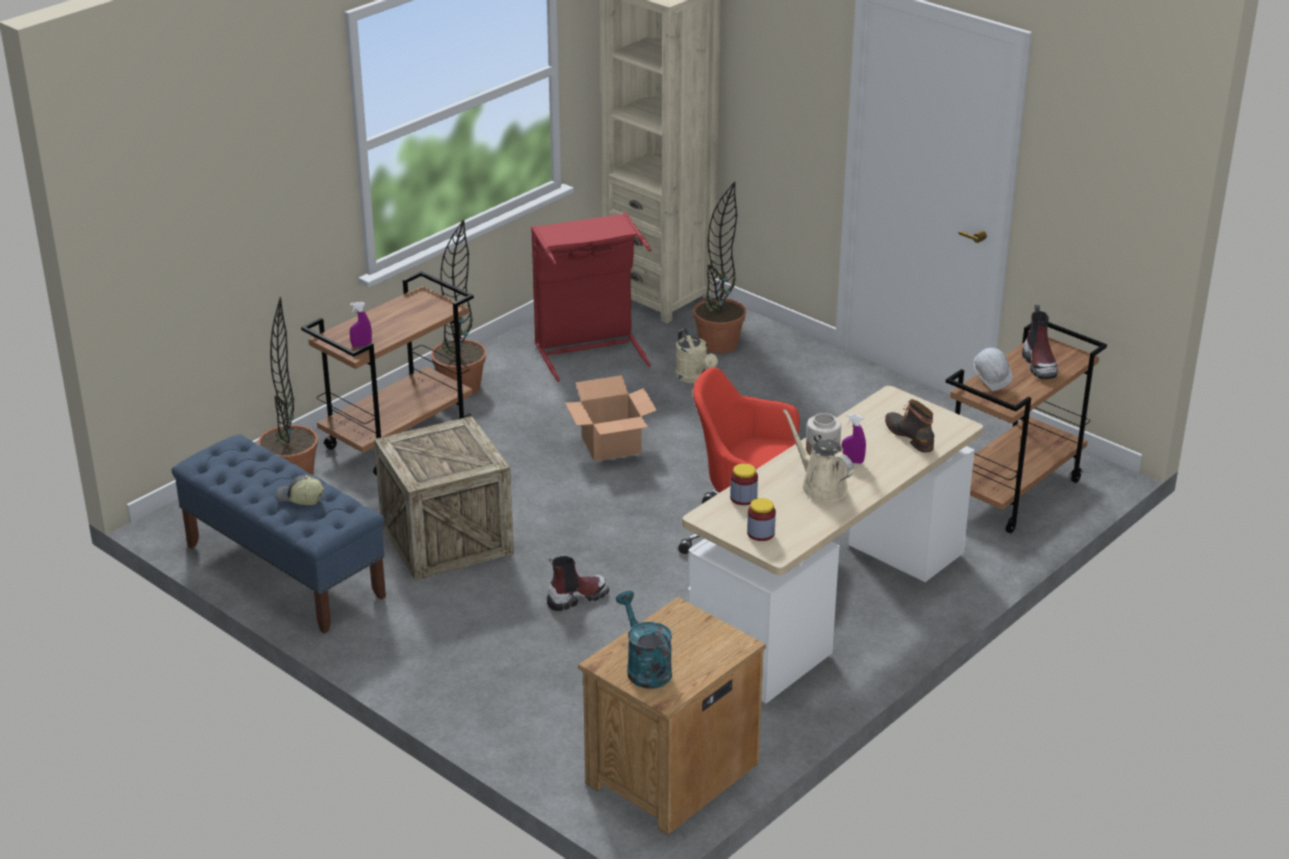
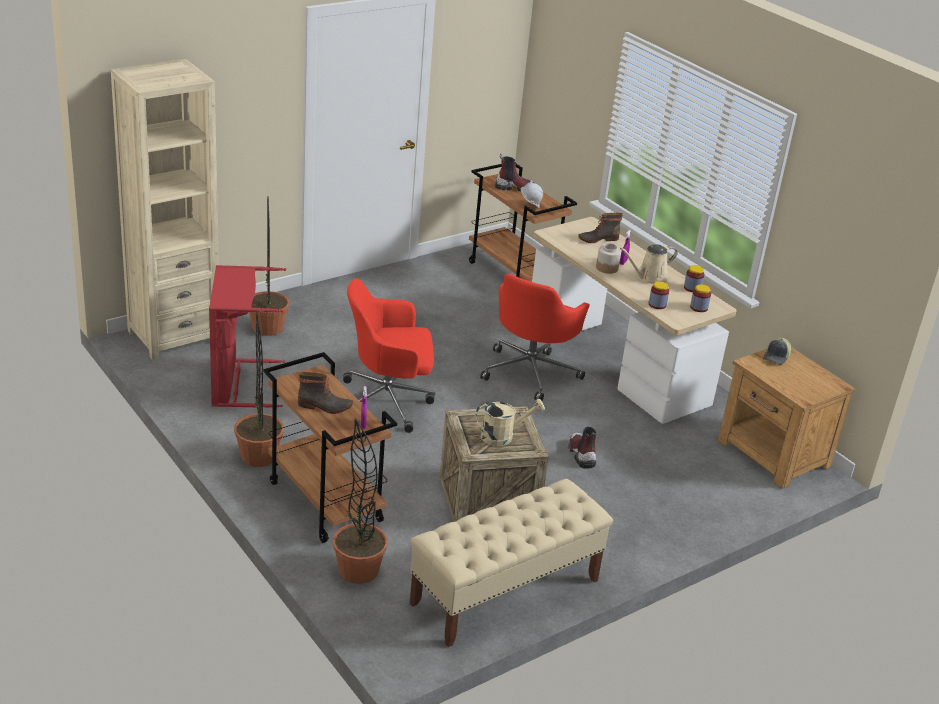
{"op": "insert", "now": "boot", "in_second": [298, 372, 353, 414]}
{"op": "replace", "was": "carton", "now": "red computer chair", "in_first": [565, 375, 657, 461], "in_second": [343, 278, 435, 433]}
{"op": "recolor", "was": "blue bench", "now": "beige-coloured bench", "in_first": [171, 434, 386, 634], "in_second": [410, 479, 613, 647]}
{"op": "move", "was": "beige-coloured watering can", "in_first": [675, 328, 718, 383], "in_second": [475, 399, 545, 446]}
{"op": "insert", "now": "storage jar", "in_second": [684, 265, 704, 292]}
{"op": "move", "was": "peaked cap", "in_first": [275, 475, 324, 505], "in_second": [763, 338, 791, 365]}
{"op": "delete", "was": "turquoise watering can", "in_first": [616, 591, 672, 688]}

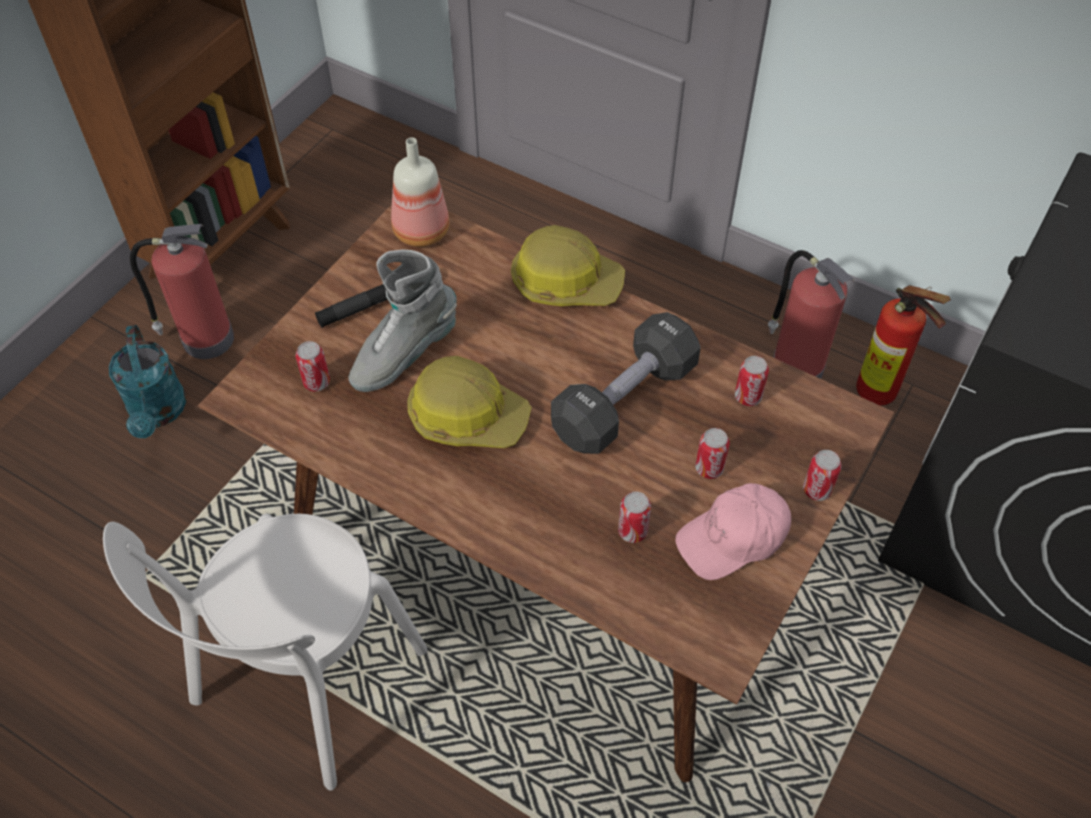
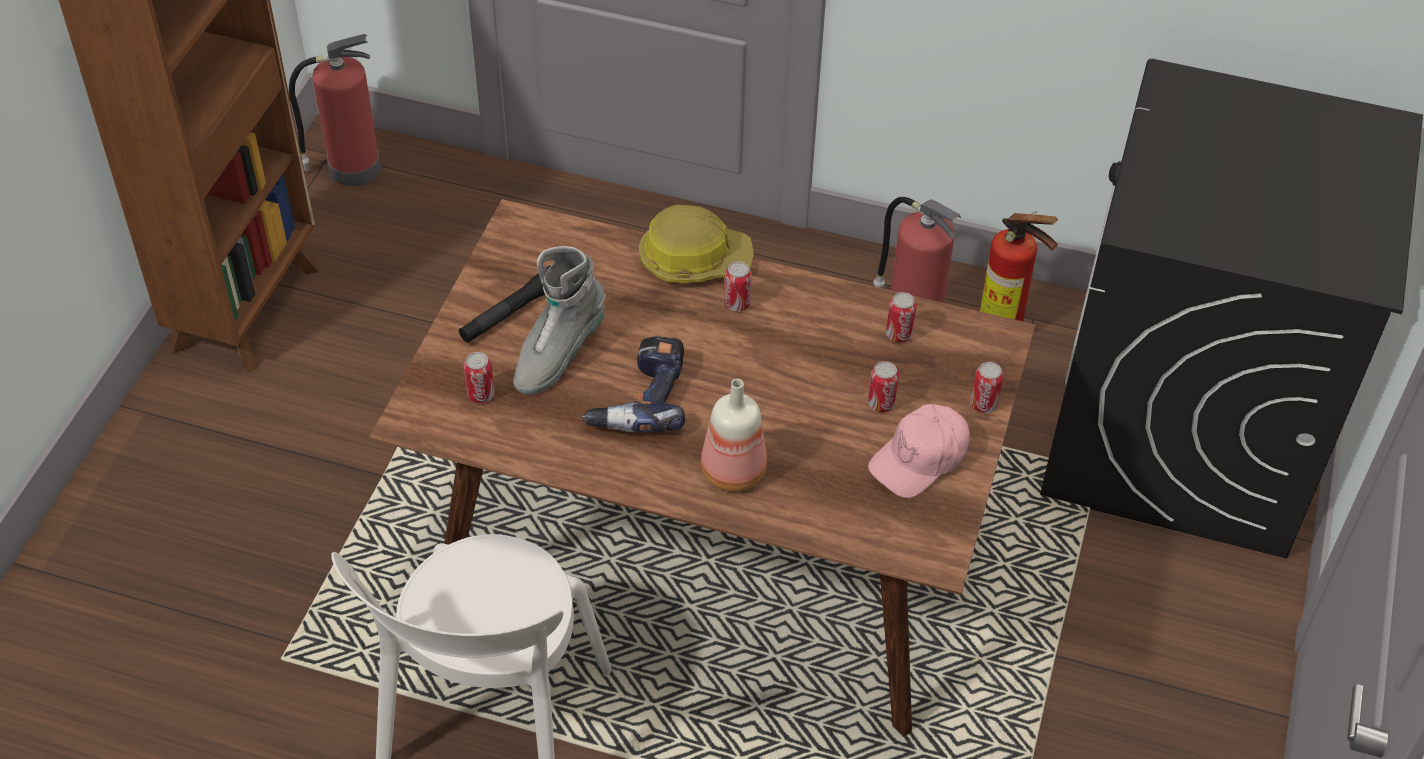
{"op": "move", "was": "fire extinguisher", "in_first": [130, 224, 234, 359], "in_second": [289, 34, 381, 186]}
{"op": "replace", "was": "safety helmet", "now": "electric drill", "in_first": [407, 356, 532, 448], "in_second": [582, 336, 685, 432]}
{"op": "move", "was": "bottle", "in_first": [391, 137, 449, 247], "in_second": [701, 379, 767, 491]}
{"op": "move", "was": "metal can", "in_first": [618, 492, 651, 543], "in_second": [724, 261, 752, 311]}
{"op": "delete", "was": "turquoise watering can", "in_first": [109, 325, 186, 438]}
{"op": "delete", "was": "black-coloured dumbbell", "in_first": [551, 312, 701, 454]}

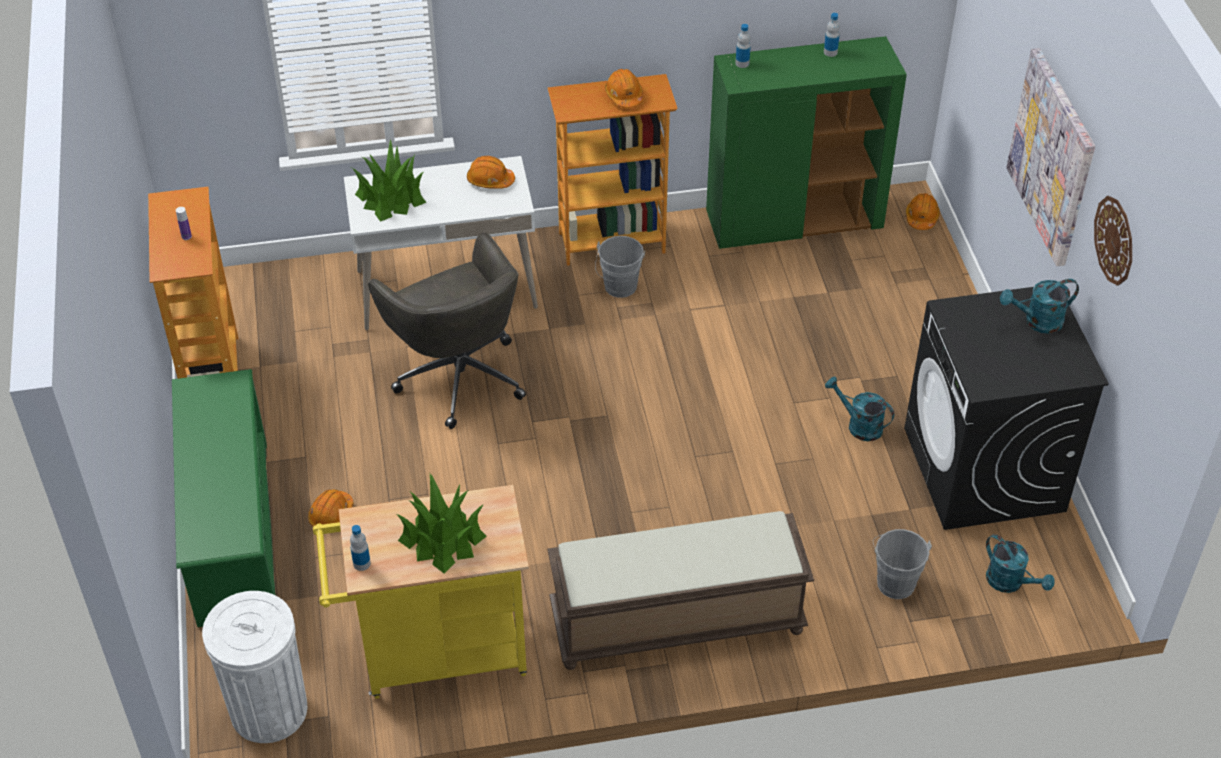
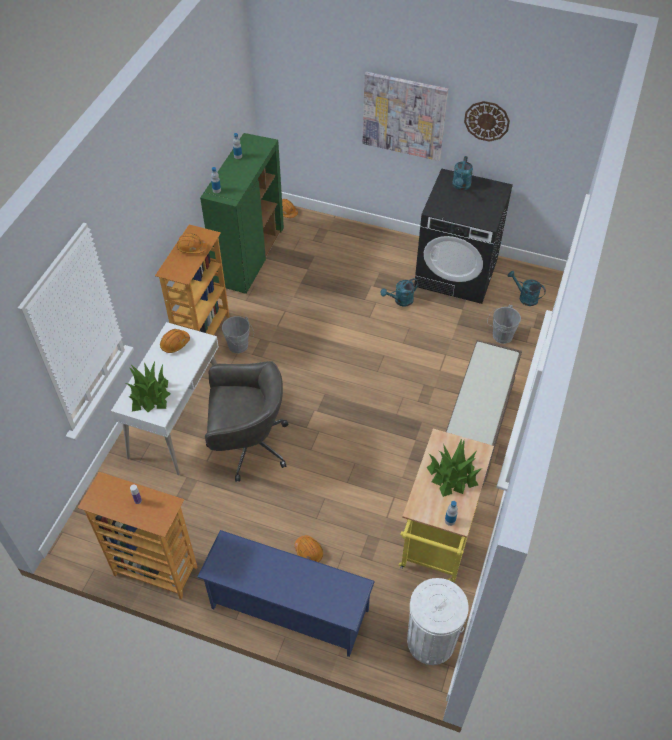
{"op": "recolor", "was": "greenish shoe stand", "now": "blue shoe stand", "in_first": [172, 369, 276, 627], "in_second": [197, 530, 375, 657]}
{"op": "rotate", "was": "turquoise watering can", "in_first": [986, 534, 1055, 593], "in_second": [508, 271, 546, 306], "clockwise": -135}

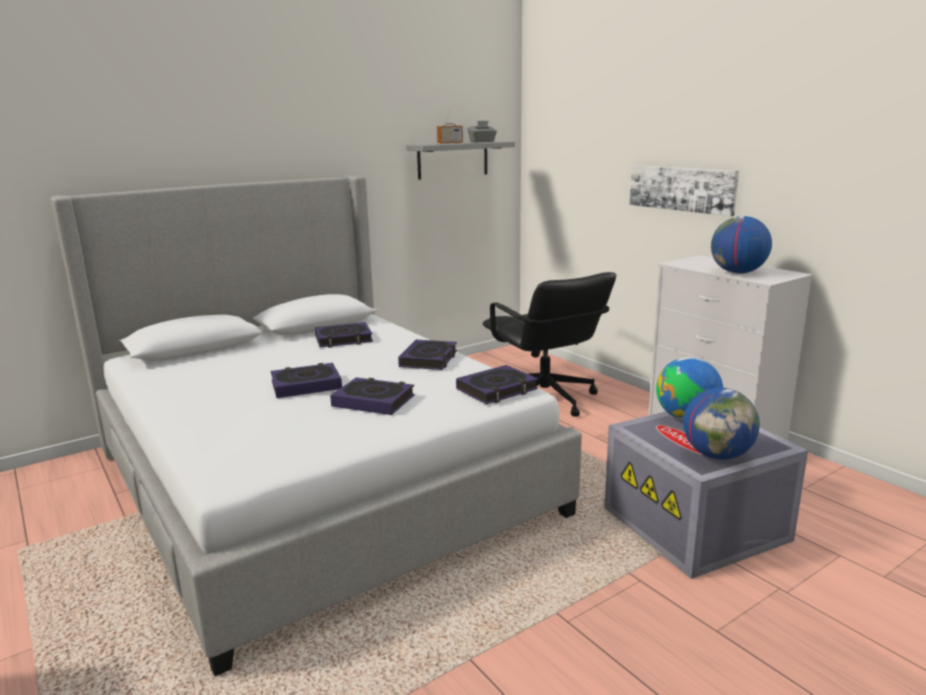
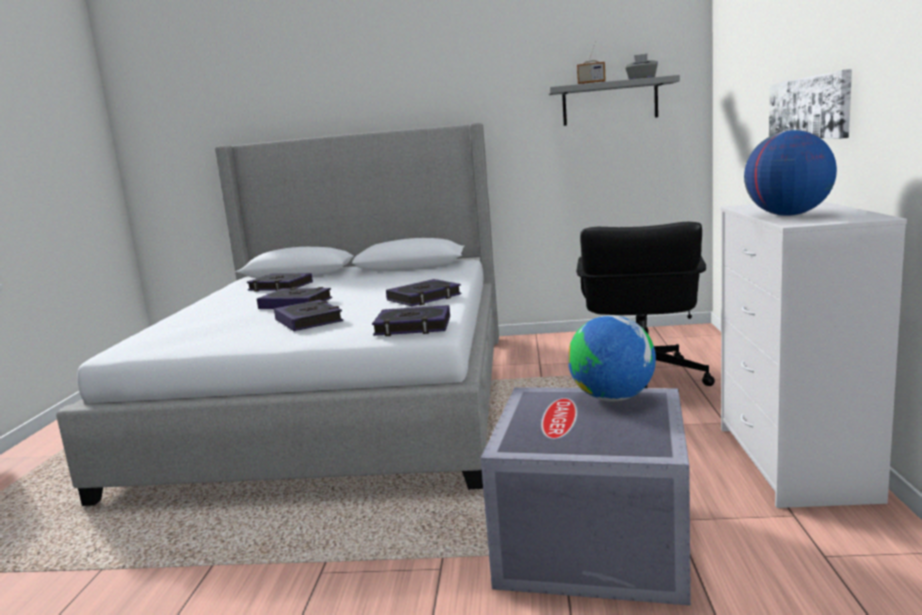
{"op": "move", "was": "volume", "in_first": [315, 322, 373, 348], "in_second": [247, 273, 313, 292]}
{"op": "delete", "was": "globe", "in_first": [683, 388, 760, 460]}

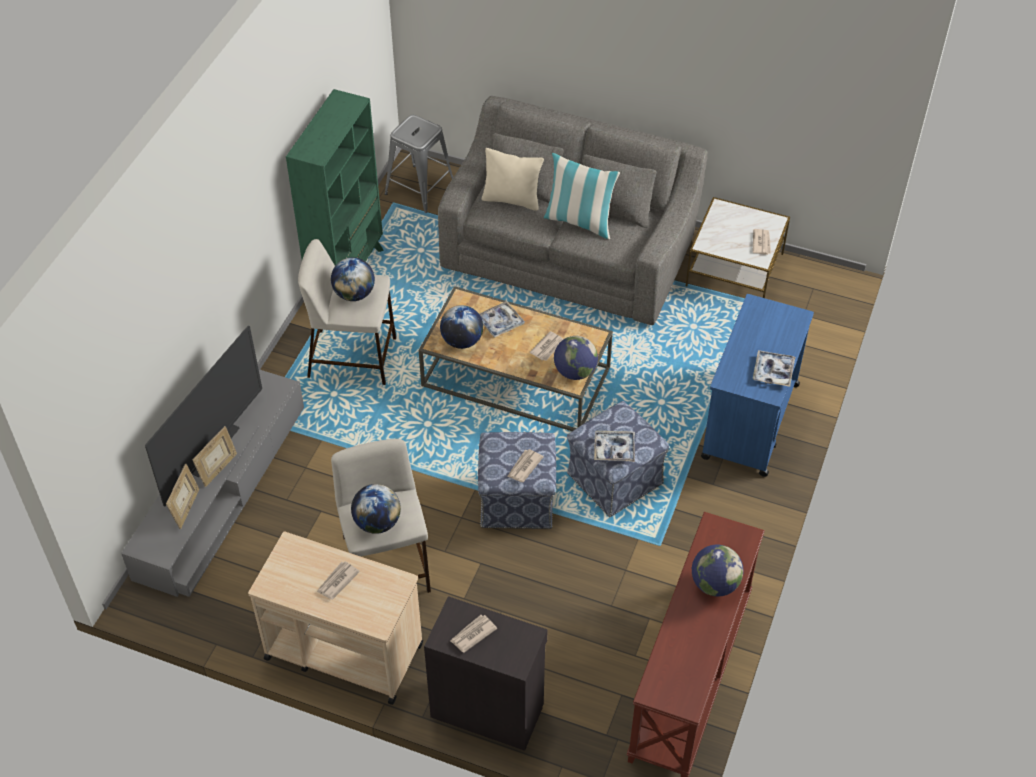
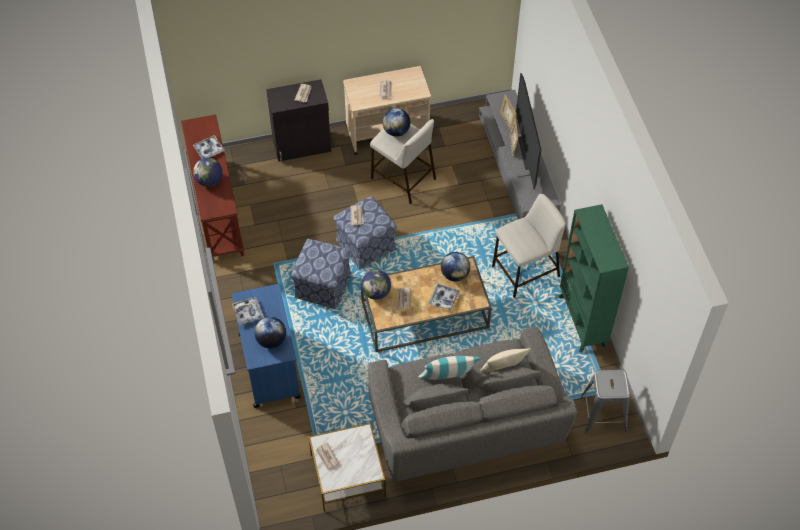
{"op": "move", "was": "tray", "in_first": [594, 431, 635, 462], "in_second": [193, 135, 225, 159]}
{"op": "move", "was": "globe", "in_first": [331, 257, 375, 301], "in_second": [254, 317, 286, 348]}

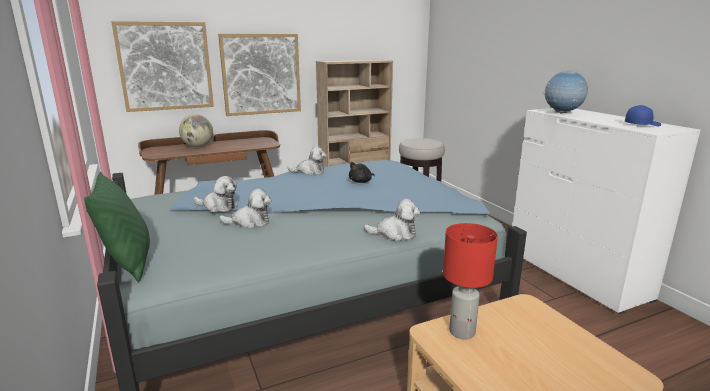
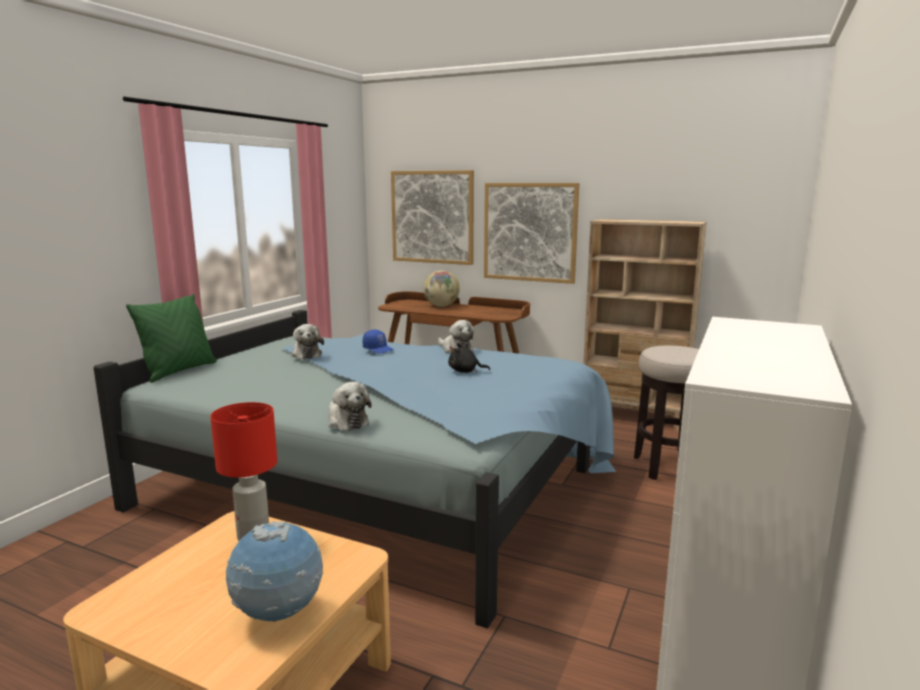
{"op": "move", "was": "globe", "in_first": [543, 70, 588, 114], "in_second": [226, 521, 323, 622]}
{"op": "move", "was": "blue peaked cap", "in_first": [625, 105, 661, 126], "in_second": [363, 329, 394, 353]}
{"op": "delete", "was": "plush toy", "in_first": [219, 189, 271, 229]}

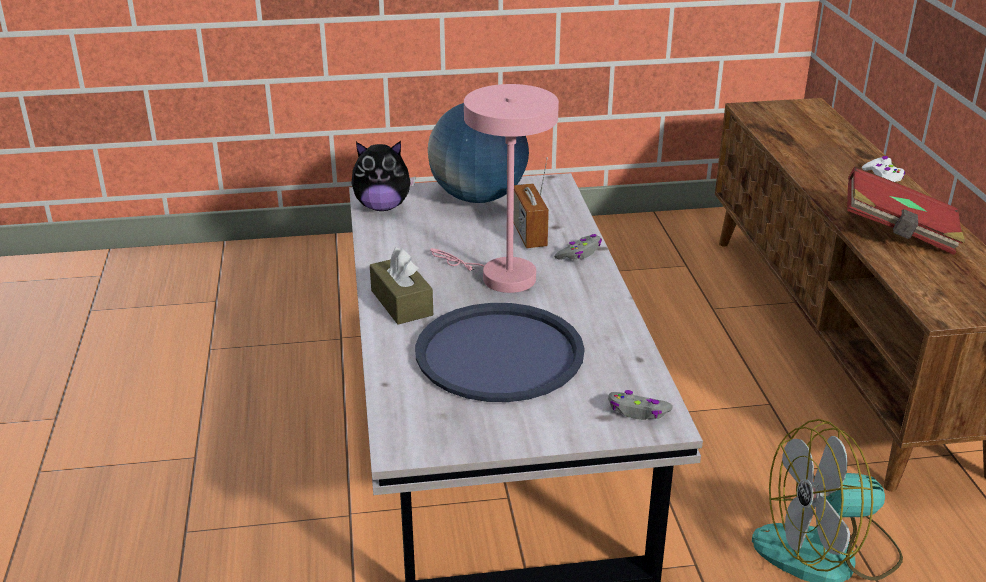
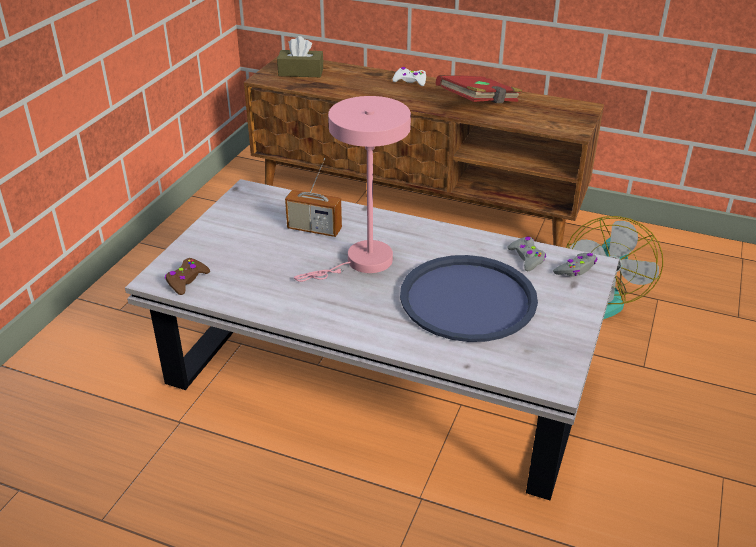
{"op": "replace", "was": "plush toy", "now": "brown-coloured game controller", "in_first": [351, 141, 416, 211], "in_second": [165, 258, 210, 295]}
{"op": "move", "was": "brown-coloured box of tissues", "in_first": [370, 247, 433, 325], "in_second": [277, 36, 323, 77]}
{"op": "move", "was": "greyish game controller", "in_first": [554, 234, 602, 260], "in_second": [507, 236, 546, 271]}
{"op": "delete", "was": "globe", "in_first": [428, 103, 529, 203]}

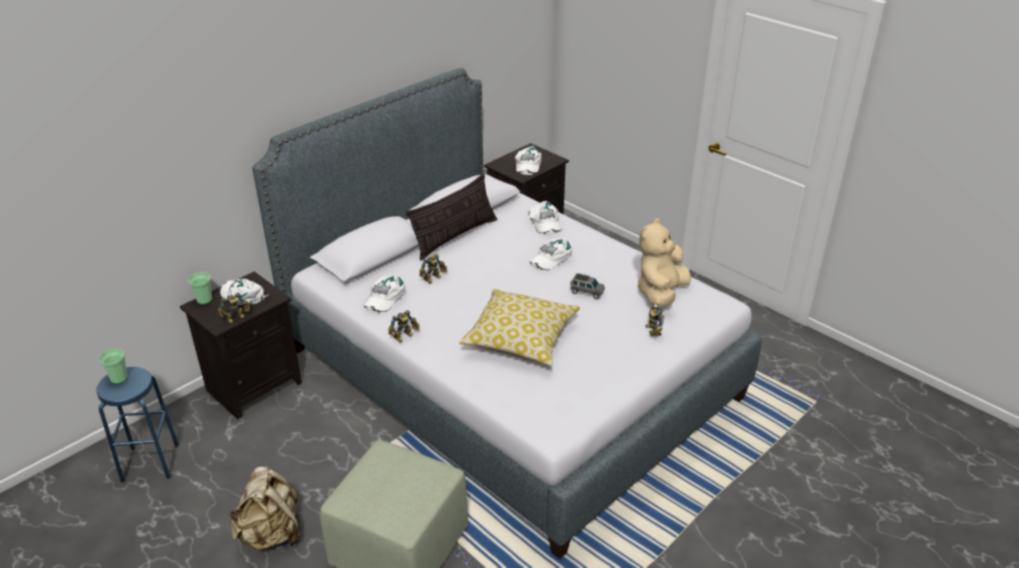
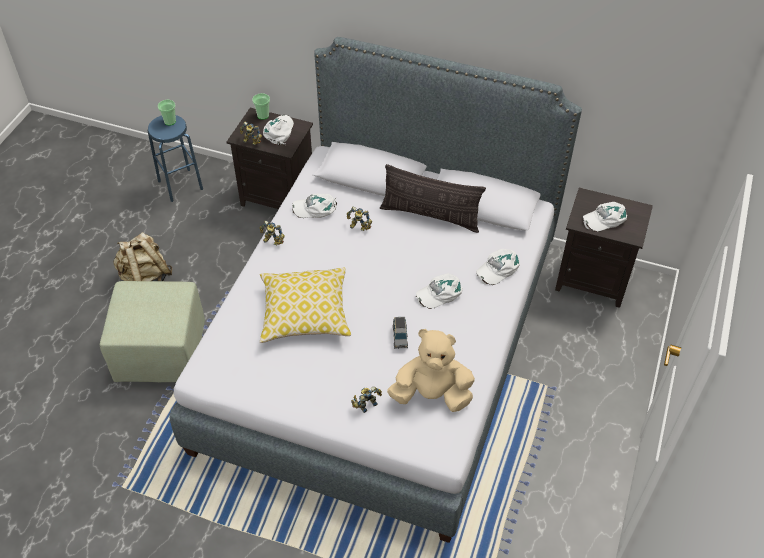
{"op": "rotate", "was": "white-coloured peaked cap", "in_first": [529, 239, 572, 270], "in_second": [416, 273, 463, 309], "clockwise": -45}

